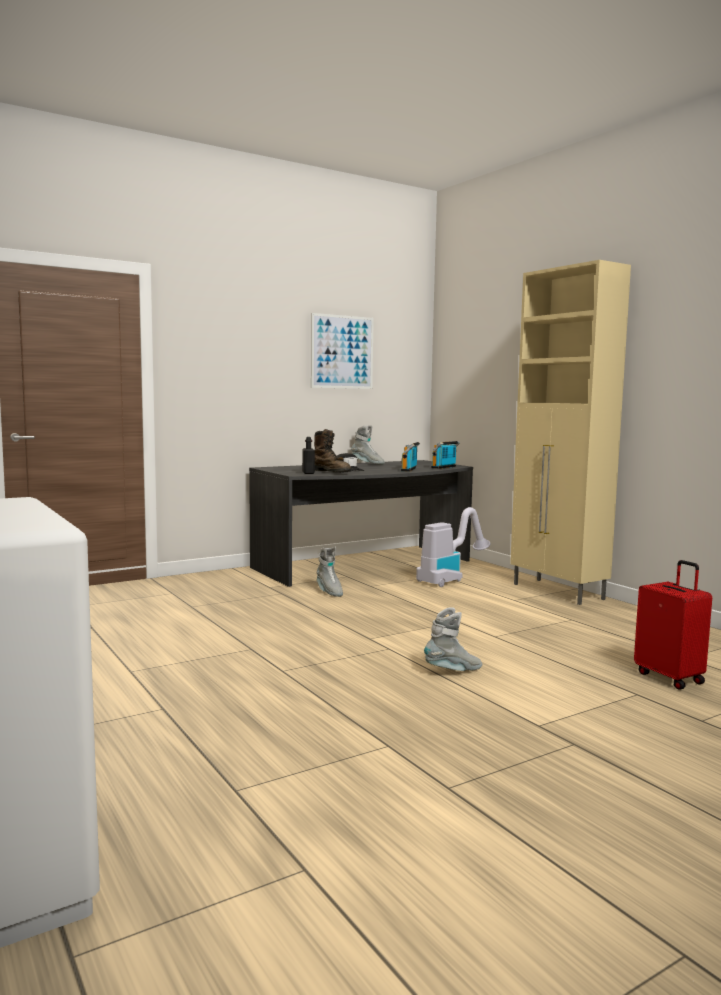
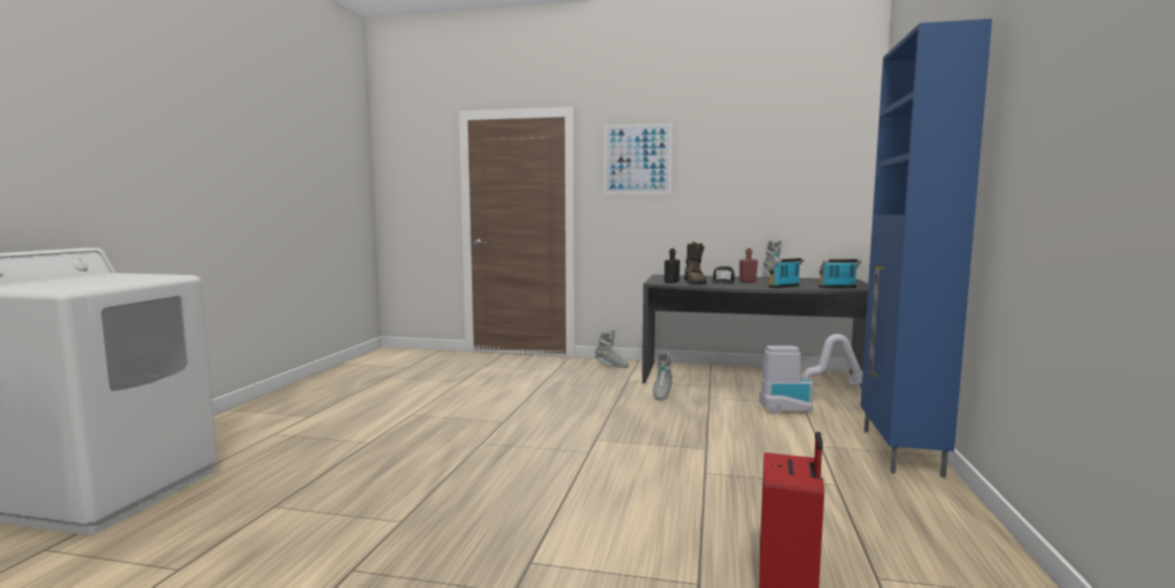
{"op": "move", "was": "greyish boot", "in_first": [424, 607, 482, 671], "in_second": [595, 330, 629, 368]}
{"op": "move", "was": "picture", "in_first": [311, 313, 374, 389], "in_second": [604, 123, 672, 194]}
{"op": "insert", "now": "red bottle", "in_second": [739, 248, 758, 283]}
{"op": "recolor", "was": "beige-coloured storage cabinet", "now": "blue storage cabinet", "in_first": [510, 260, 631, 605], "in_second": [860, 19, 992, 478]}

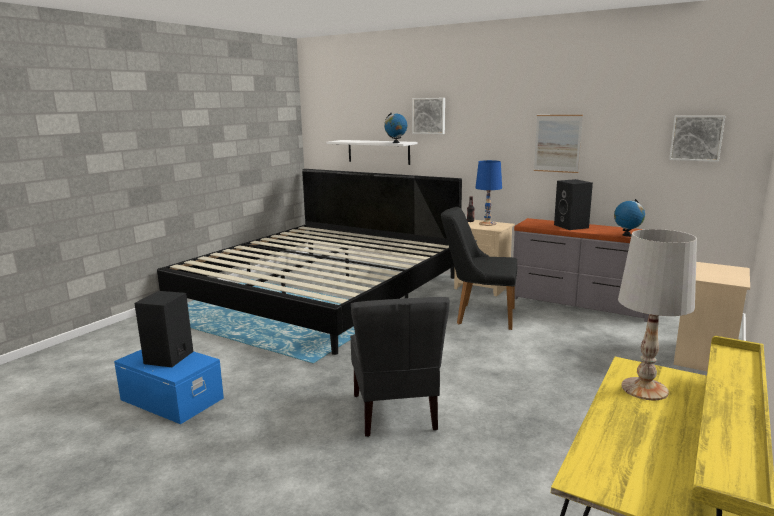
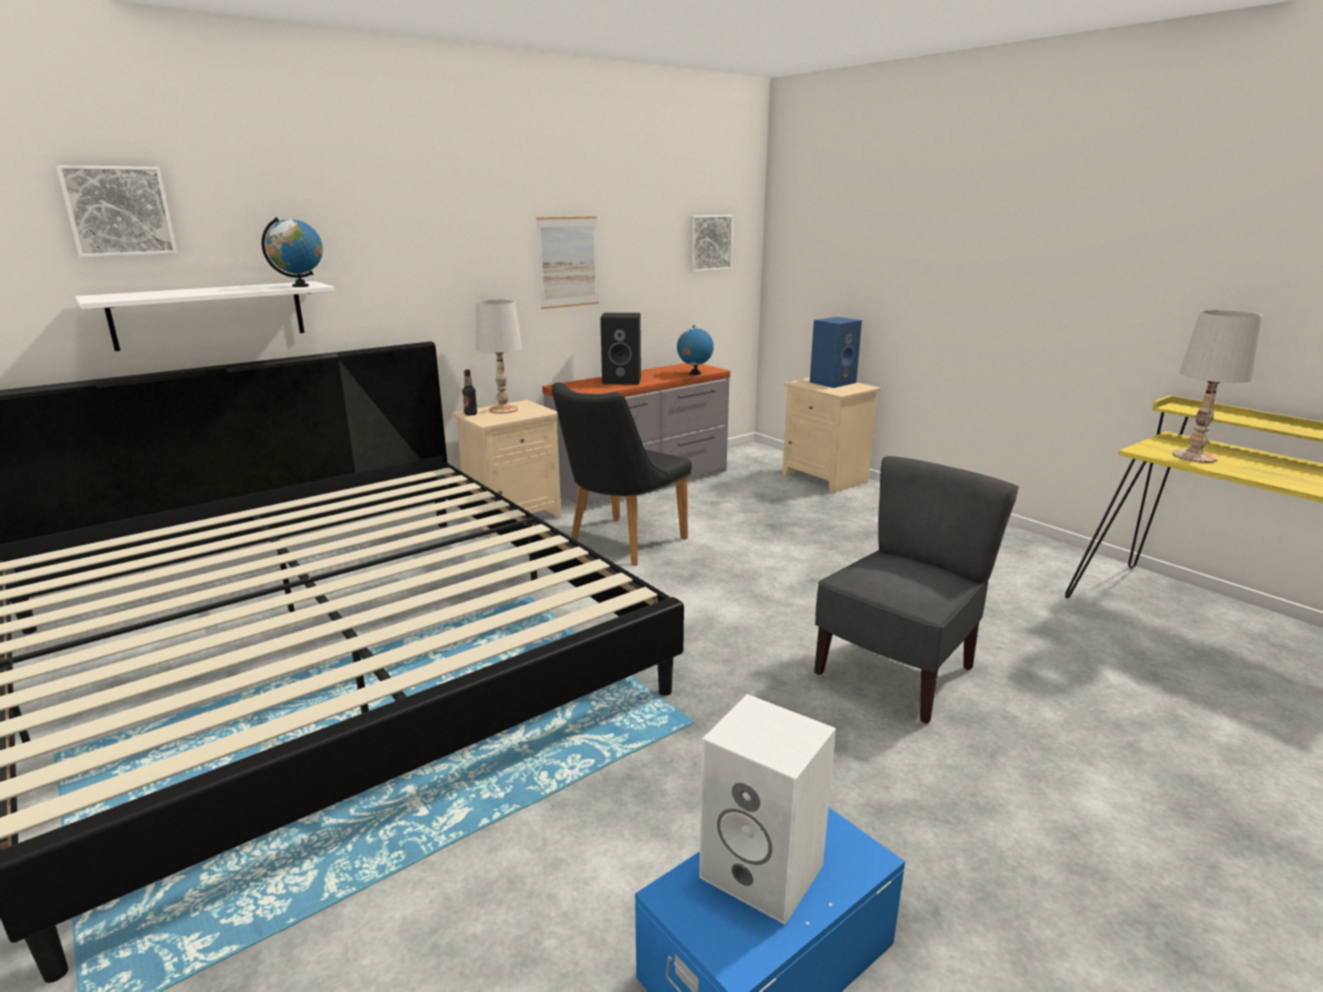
{"op": "move", "was": "picture", "in_first": [412, 98, 445, 134], "in_second": [57, 165, 177, 258]}
{"op": "recolor", "was": "blue tabletop lamp", "now": "white-coloured tabletop lamp", "in_first": [475, 160, 502, 226], "in_second": [476, 299, 522, 414]}
{"op": "recolor", "was": "black-coloured loudspeaker", "now": "white-coloured loudspeaker", "in_first": [134, 291, 193, 367], "in_second": [699, 694, 836, 925]}
{"op": "insert", "now": "blue loudspeaker", "in_second": [810, 317, 862, 388]}
{"op": "rotate", "was": "greyish upright chair", "in_first": [350, 297, 450, 437], "in_second": [814, 456, 1019, 723], "clockwise": -60}

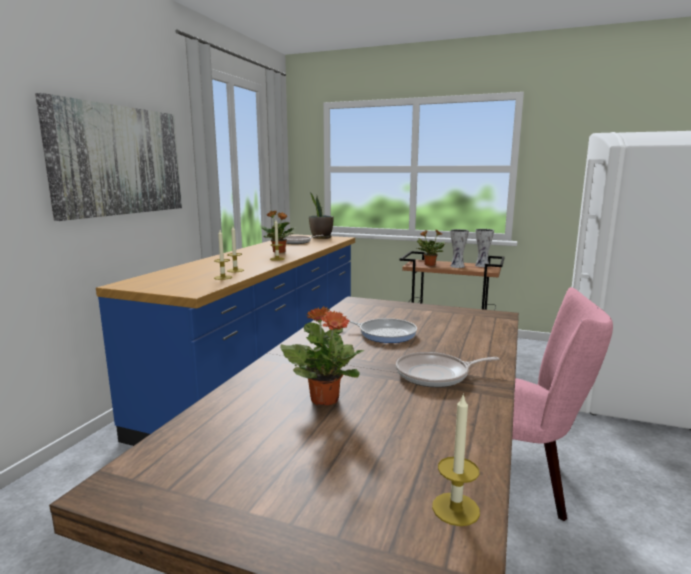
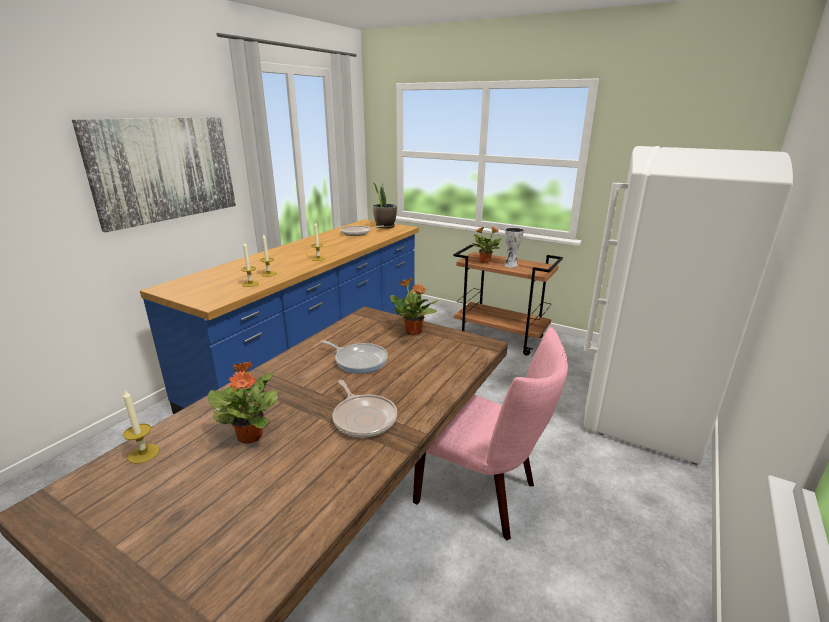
{"op": "move", "was": "candle", "in_first": [432, 393, 480, 526], "in_second": [123, 390, 160, 464]}
{"op": "rotate", "was": "pan", "in_first": [396, 352, 499, 387], "in_second": [332, 380, 397, 437], "clockwise": -120}
{"op": "move", "was": "houseplant", "in_first": [261, 211, 296, 253], "in_second": [390, 278, 439, 335]}
{"op": "delete", "was": "decorative vase", "in_first": [475, 229, 494, 267]}

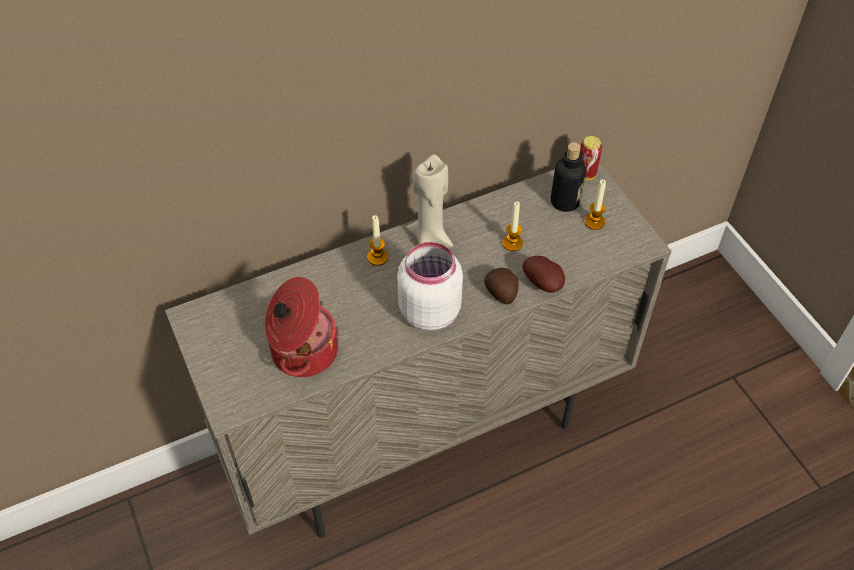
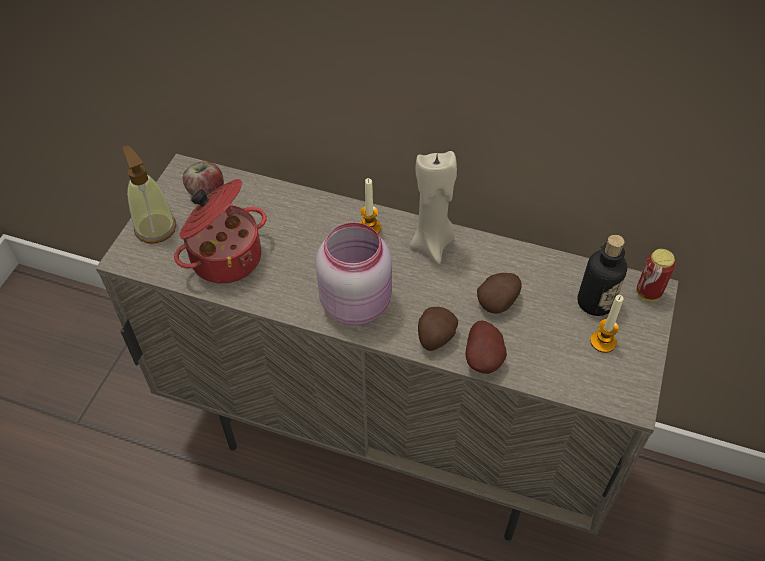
{"op": "insert", "now": "soap bottle", "in_second": [122, 145, 177, 244]}
{"op": "insert", "now": "apple fruit", "in_second": [183, 161, 224, 196]}
{"op": "recolor", "was": "white-coloured storage jar", "now": "pinkish storage jar", "in_first": [397, 242, 463, 331], "in_second": [316, 222, 392, 326]}
{"op": "replace", "was": "candle", "now": "spud", "in_first": [502, 201, 523, 251], "in_second": [477, 273, 522, 314]}

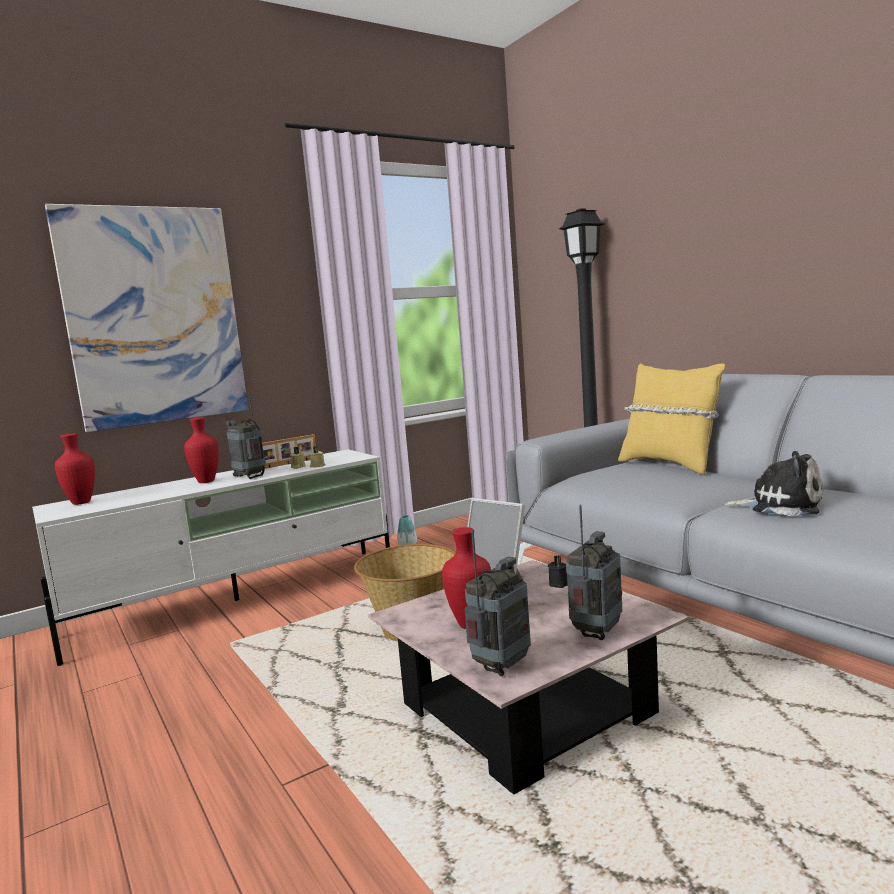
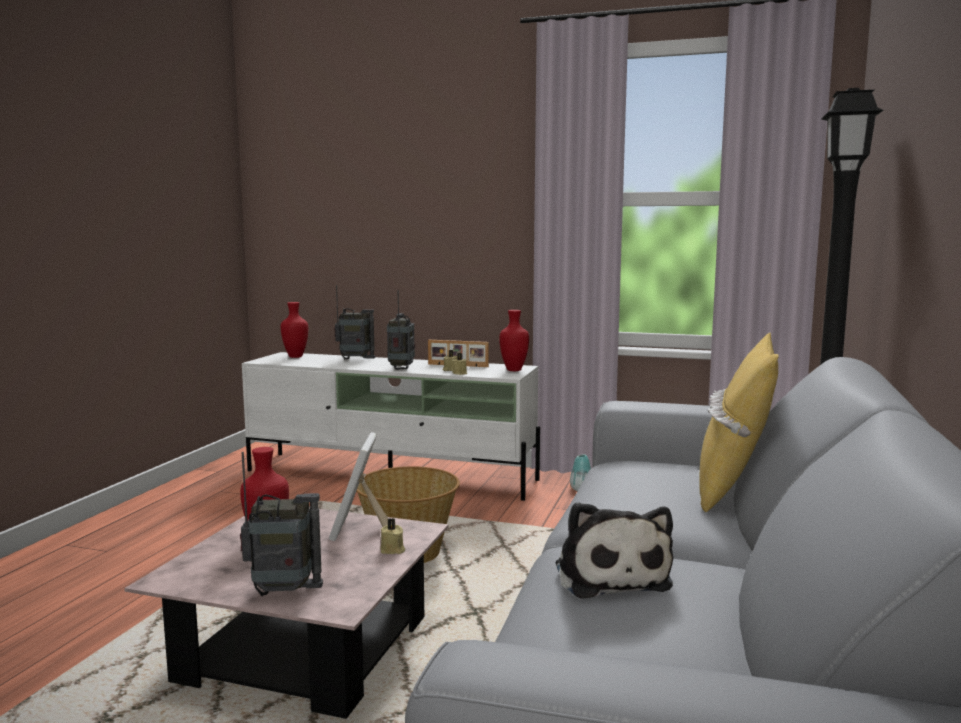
{"op": "move", "was": "radio", "in_first": [465, 530, 531, 676], "in_second": [334, 285, 375, 359]}
{"op": "recolor", "was": "black-coloured candle", "now": "beige-coloured candle", "in_first": [548, 555, 568, 588], "in_second": [380, 518, 405, 554]}
{"op": "move", "was": "red decorative vase", "in_first": [184, 417, 219, 483], "in_second": [499, 310, 529, 371]}
{"op": "delete", "was": "picture", "in_first": [45, 204, 248, 432]}

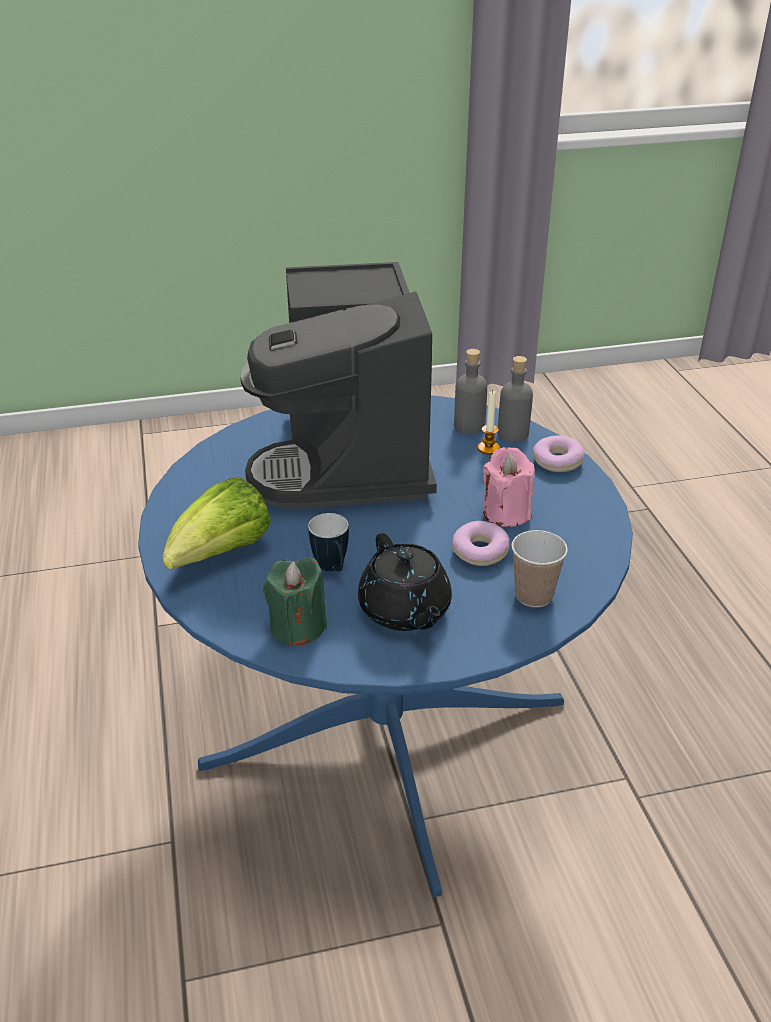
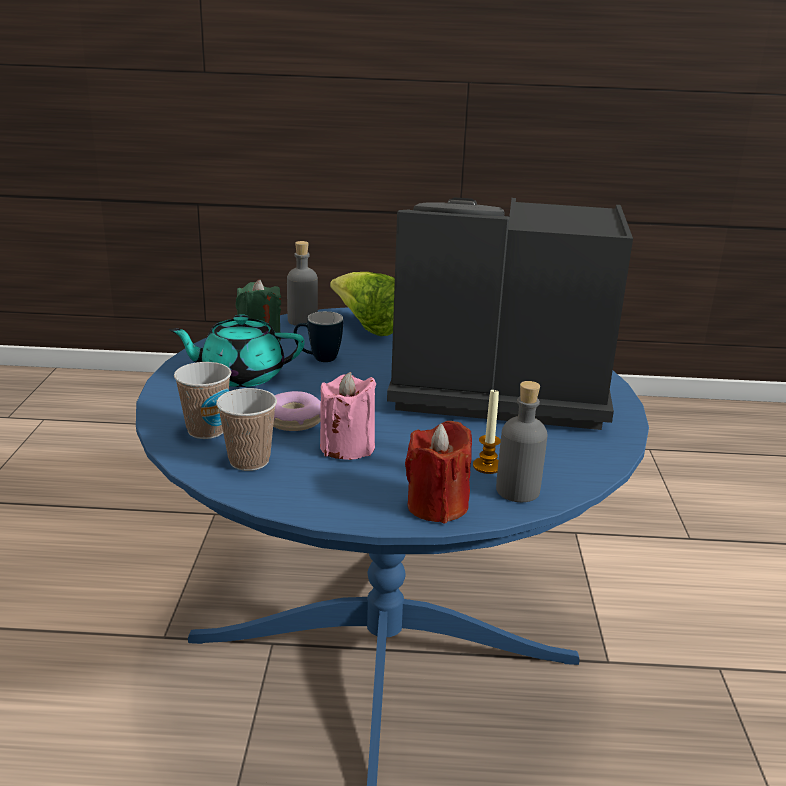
{"op": "recolor", "was": "black-coloured pot for tea", "now": "turquoise pot for tea", "in_first": [358, 533, 452, 631], "in_second": [169, 314, 304, 387]}
{"op": "insert", "now": "small cup", "in_second": [216, 388, 277, 471]}
{"op": "move", "was": "greyish bottle", "in_first": [454, 349, 487, 434], "in_second": [287, 241, 318, 326]}
{"op": "replace", "was": "doughnut", "now": "red candle", "in_first": [533, 435, 584, 472], "in_second": [405, 421, 472, 523]}

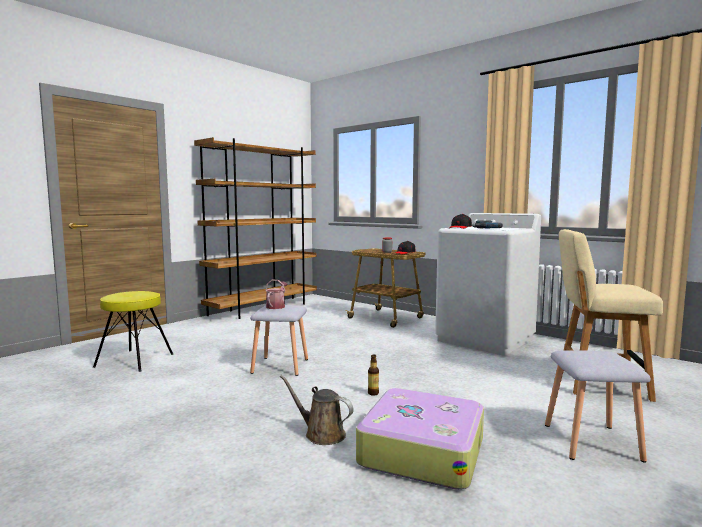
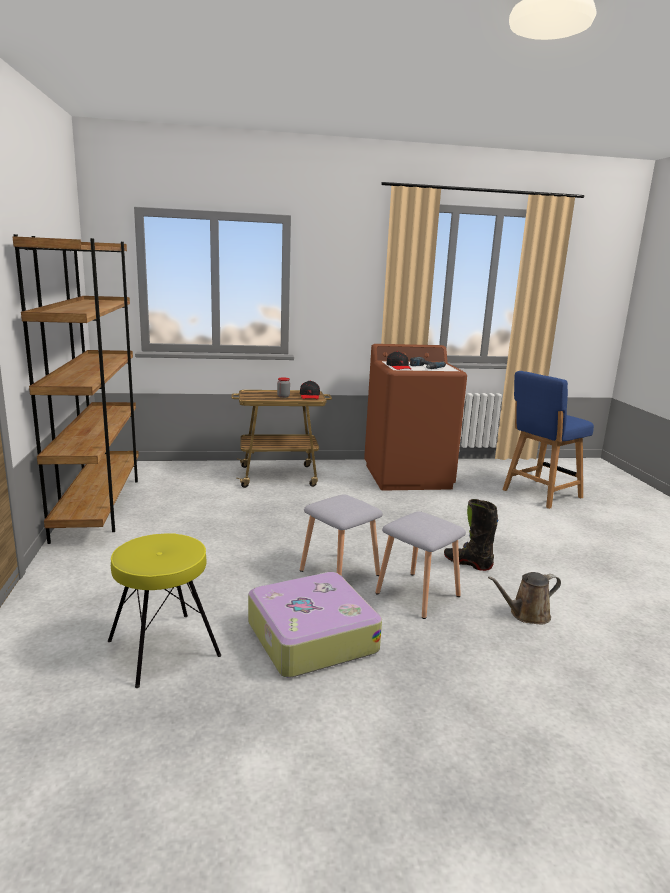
{"op": "move", "was": "travel case", "in_first": [356, 388, 484, 490], "in_second": [248, 572, 382, 677]}
{"op": "recolor", "was": "white-coloured washing machine", "now": "brown-coloured washing machine", "in_first": [435, 213, 541, 356], "in_second": [364, 344, 467, 490]}
{"op": "move", "was": "greyish stool", "in_first": [545, 350, 651, 463], "in_second": [375, 511, 466, 619]}
{"op": "replace", "was": "bottle", "now": "black-coloured boot", "in_first": [368, 354, 379, 396], "in_second": [444, 499, 499, 571]}
{"op": "recolor", "was": "beige-coloured upright chair", "now": "blue upright chair", "in_first": [559, 229, 663, 402], "in_second": [502, 371, 594, 509]}
{"op": "delete", "was": "watering can", "in_first": [265, 280, 287, 309]}

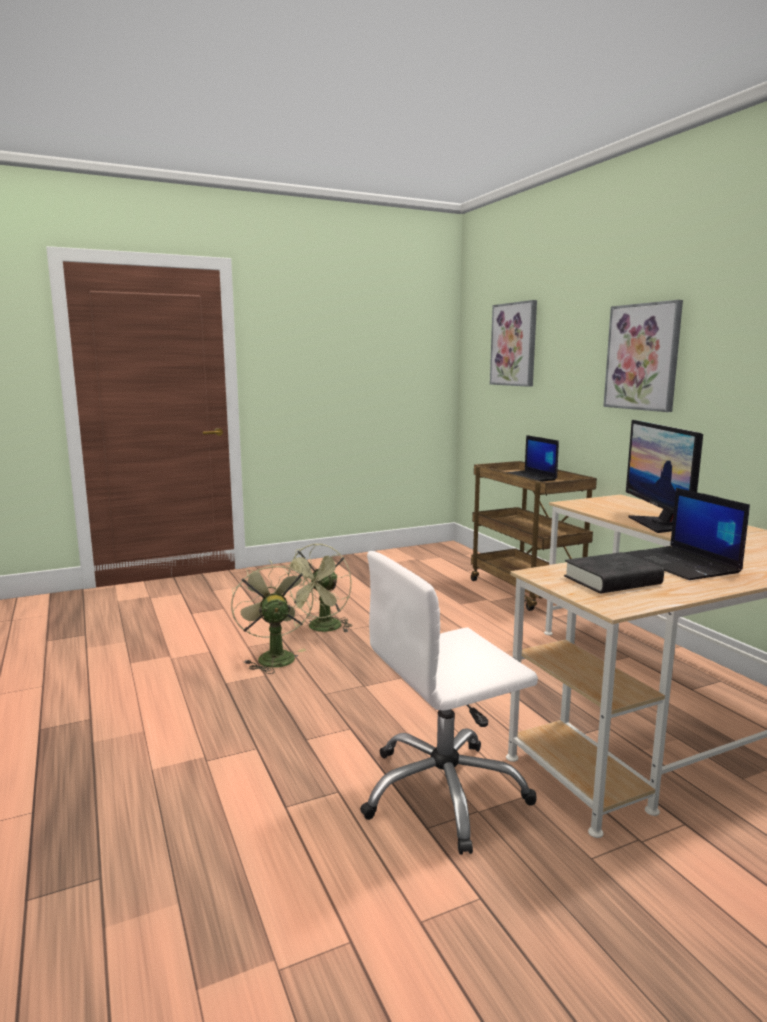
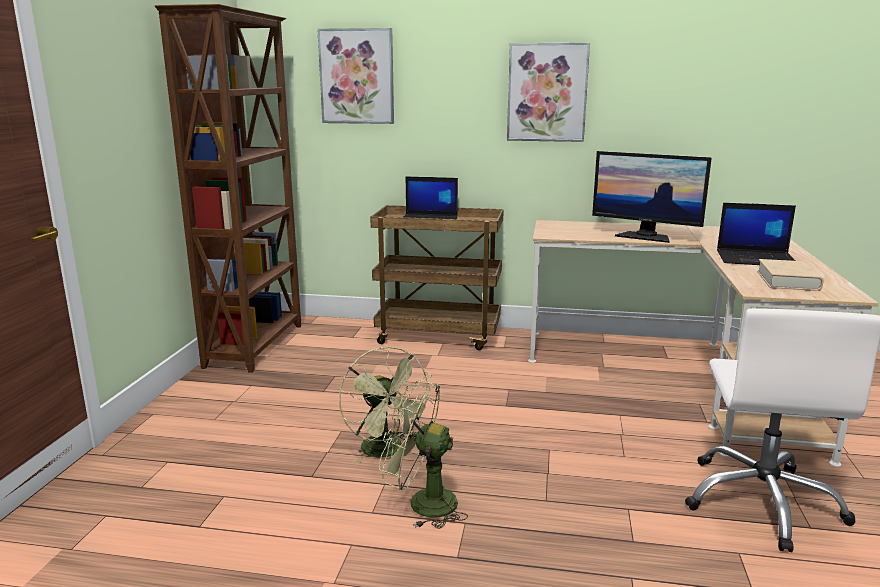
{"op": "insert", "now": "brown-coloured bookshelf", "in_second": [155, 4, 301, 373]}
{"op": "recolor", "was": "black-coloured volume", "now": "beige-coloured volume", "in_first": [564, 552, 664, 594], "in_second": [757, 259, 824, 291]}

